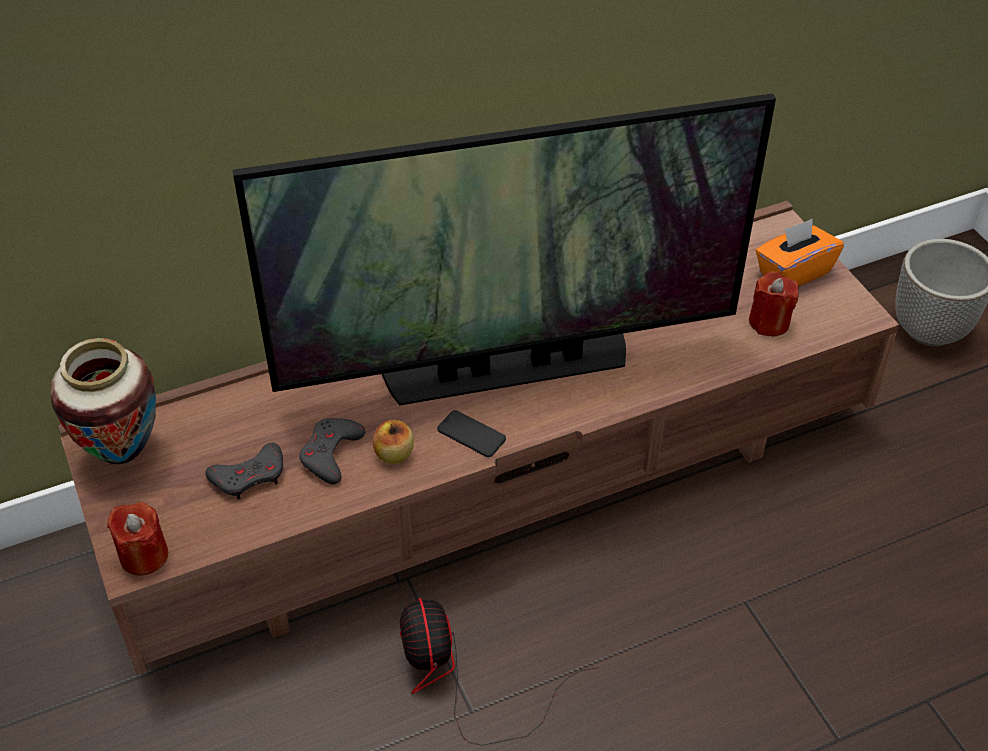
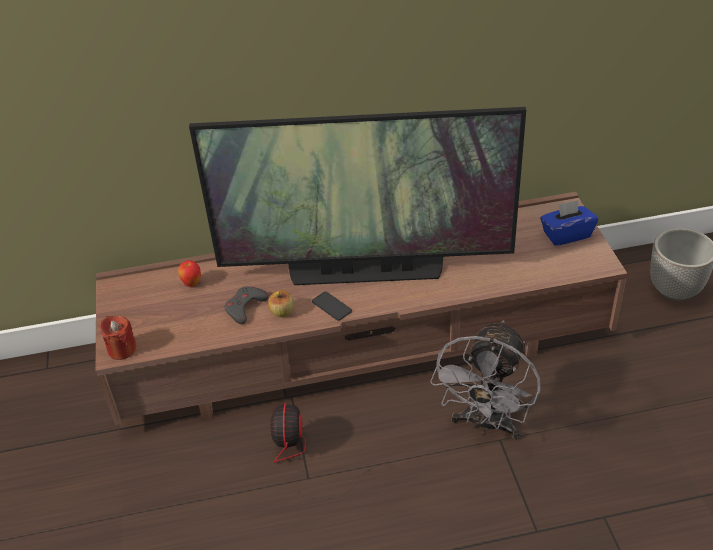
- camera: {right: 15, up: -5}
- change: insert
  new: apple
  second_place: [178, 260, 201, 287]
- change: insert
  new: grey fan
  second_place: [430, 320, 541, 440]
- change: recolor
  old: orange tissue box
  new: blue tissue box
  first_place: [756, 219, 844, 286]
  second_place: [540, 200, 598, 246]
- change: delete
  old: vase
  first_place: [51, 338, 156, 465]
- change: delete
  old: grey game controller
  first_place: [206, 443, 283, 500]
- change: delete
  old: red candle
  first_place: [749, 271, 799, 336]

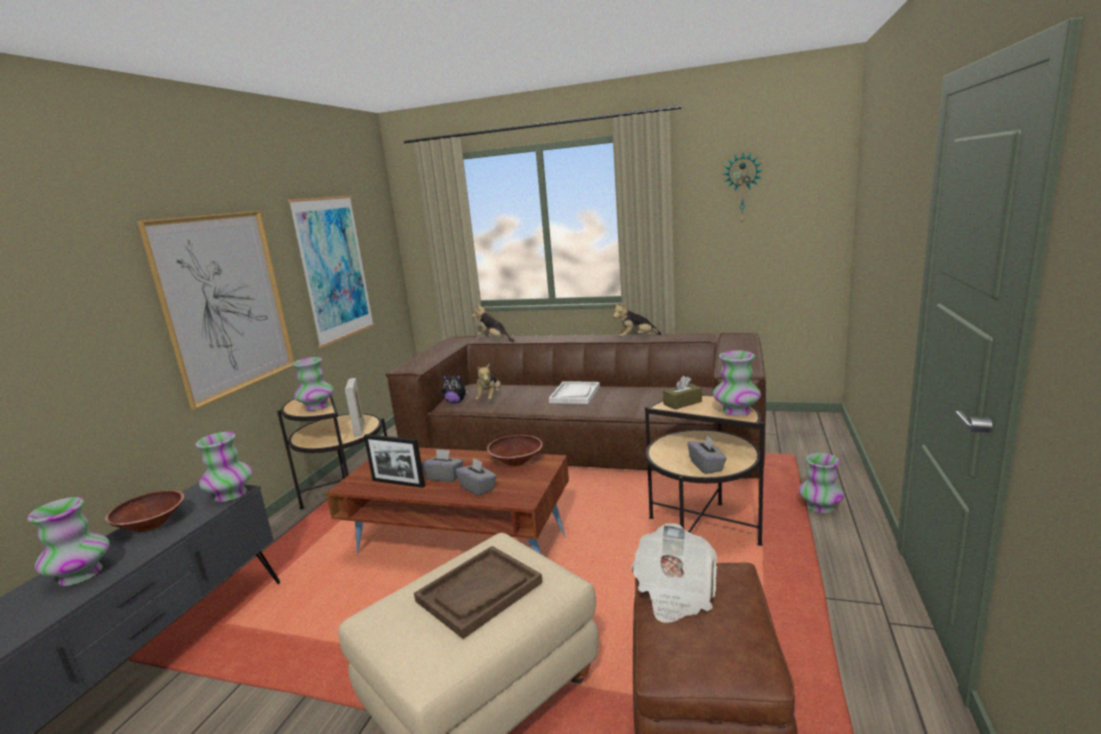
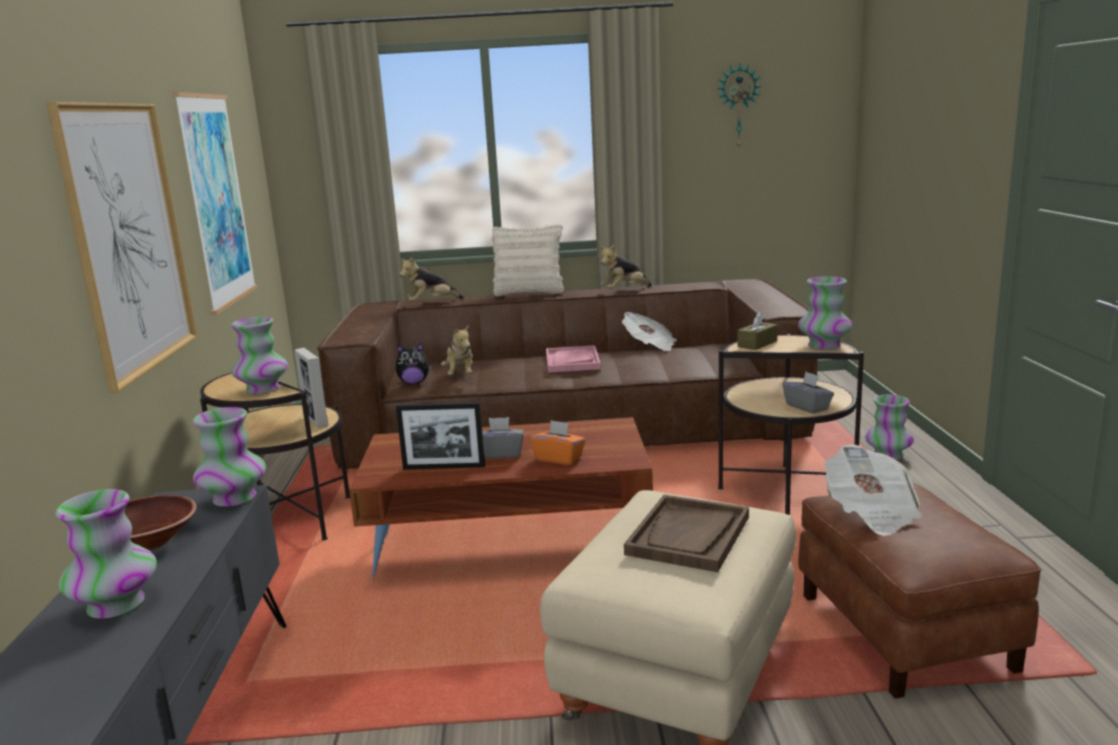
- camera: {right: -20, up: 0}
- change: rotate
  old: plush toy
  first_place: [472, 304, 515, 342]
  second_place: [400, 257, 464, 301]
  degrees: -45
- change: insert
  new: beige pillow
  second_place: [492, 225, 564, 296]
- change: recolor
  old: grey tissue box
  new: orange tissue box
  first_place: [455, 457, 497, 496]
  second_place: [530, 420, 586, 465]
- change: recolor
  old: white tray
  new: pink tray
  first_place: [549, 381, 600, 404]
  second_place: [546, 345, 601, 373]
- change: insert
  new: newspaper
  second_place: [622, 312, 677, 351]
- change: delete
  old: brown bowl
  first_place: [487, 435, 543, 466]

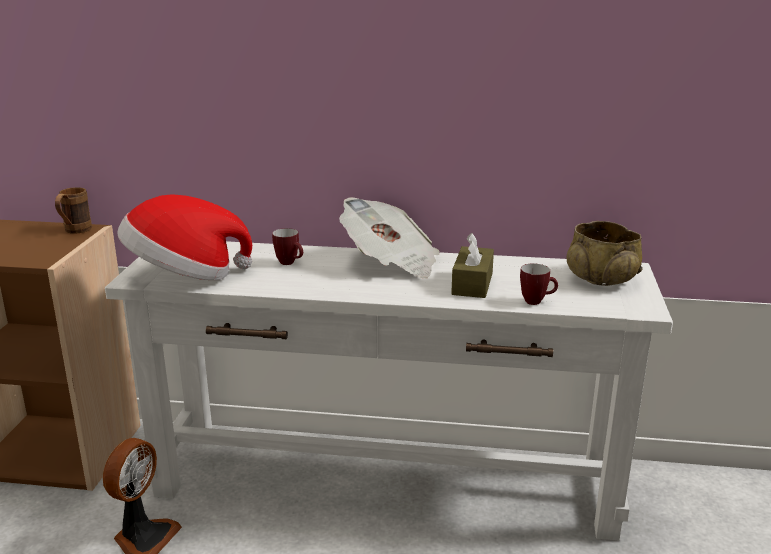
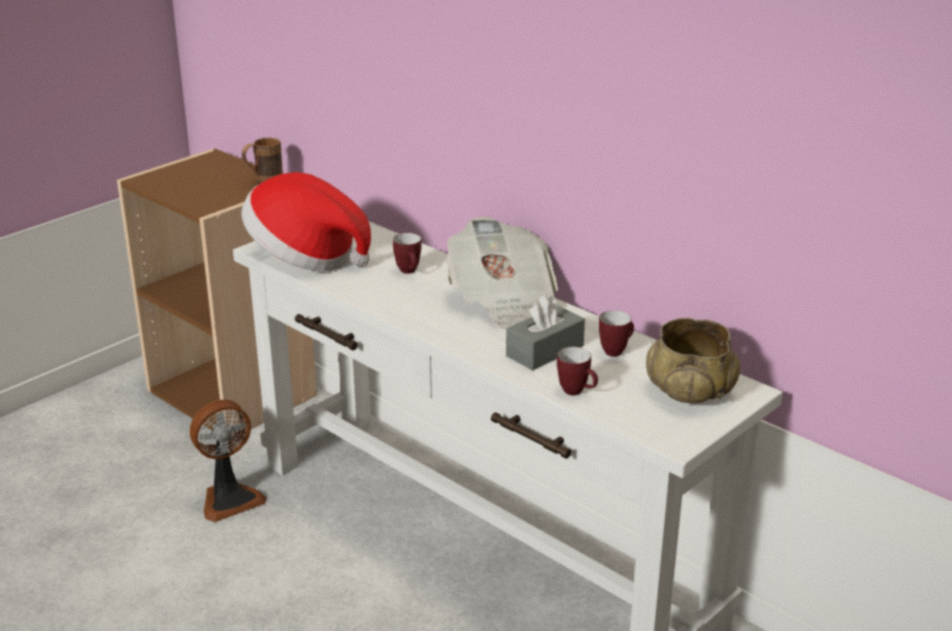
- camera: {right: 35, up: 5}
- change: recolor
  old: brown tissue box
  new: grey tissue box
  first_place: [451, 233, 494, 298]
  second_place: [506, 294, 585, 370]
- change: insert
  new: mug
  second_place: [599, 310, 634, 357]

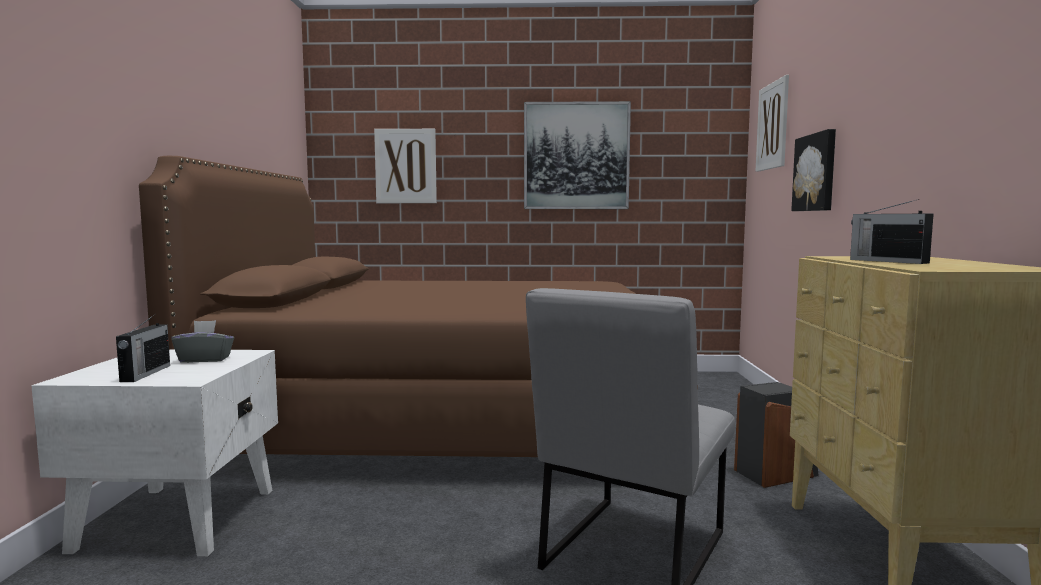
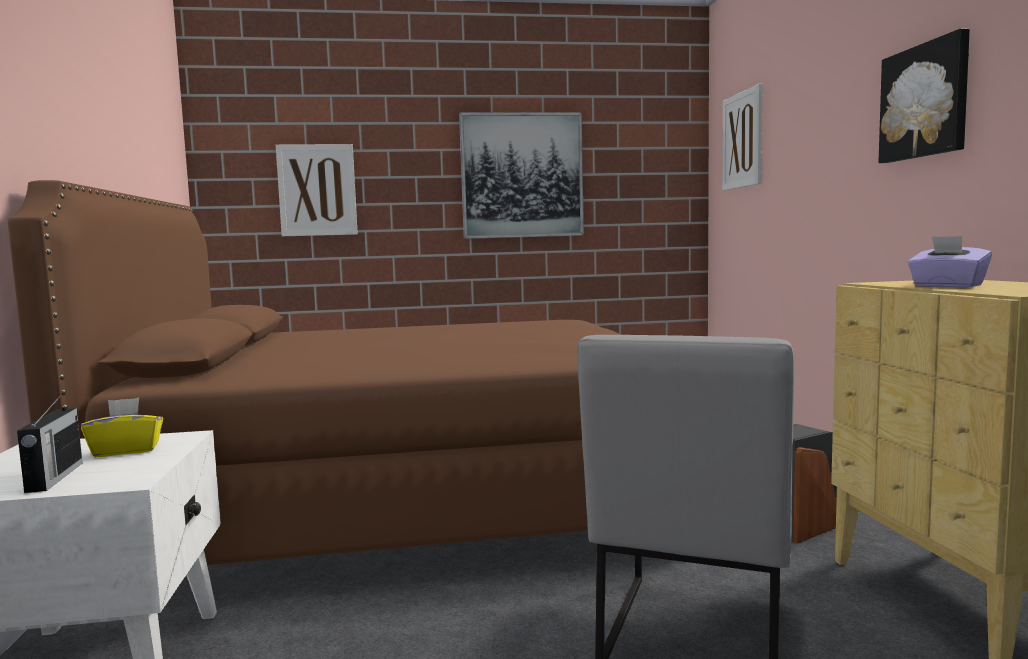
- camera: {right: -10, up: 0}
- change: recolor
  old: grey tissue box
  new: yellow tissue box
  first_place: [171, 320, 234, 363]
  second_place: [81, 398, 163, 457]
- change: move
  old: picture
  first_place: [791, 129, 836, 211]
  second_place: [879, 28, 970, 163]
- change: replace
  old: radio
  new: purple tissue box
  first_place: [850, 199, 934, 264]
  second_place: [908, 236, 992, 287]

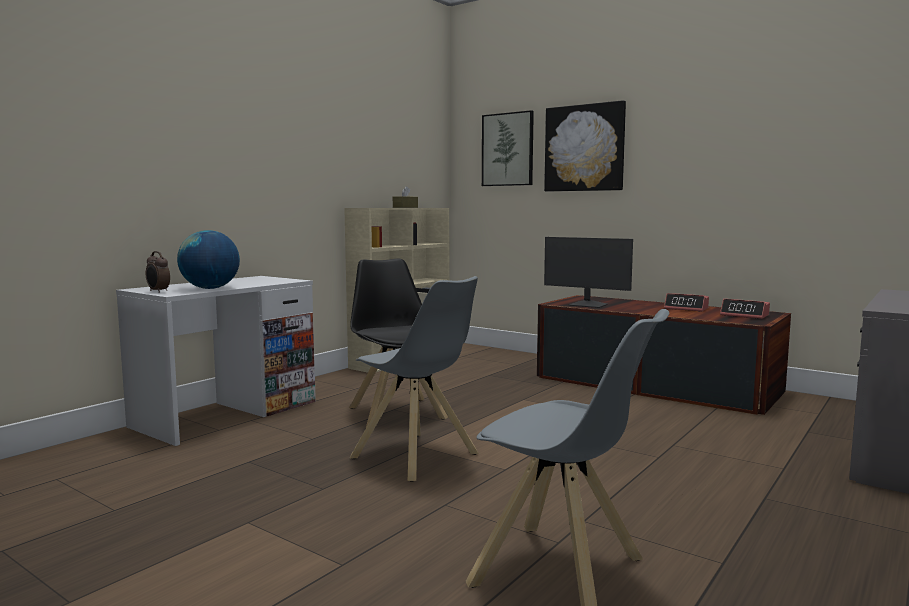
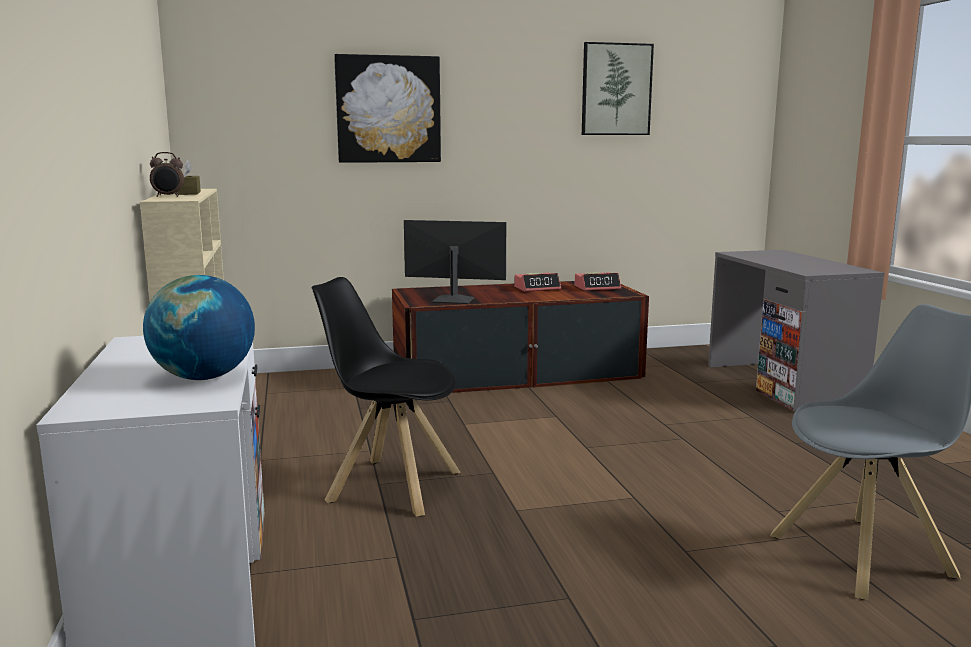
- camera: {right: -50, up: 5}
- change: move
  old: alarm clock
  first_place: [146, 251, 170, 293]
  second_place: [150, 152, 184, 197]
- change: rotate
  old: monitor
  first_place: [544, 237, 633, 308]
  second_place: [404, 220, 506, 304]
  degrees: -150
- change: move
  old: picture
  first_place: [482, 110, 534, 186]
  second_place: [582, 42, 654, 135]
- change: delete
  old: grey chair
  first_place: [350, 276, 479, 481]

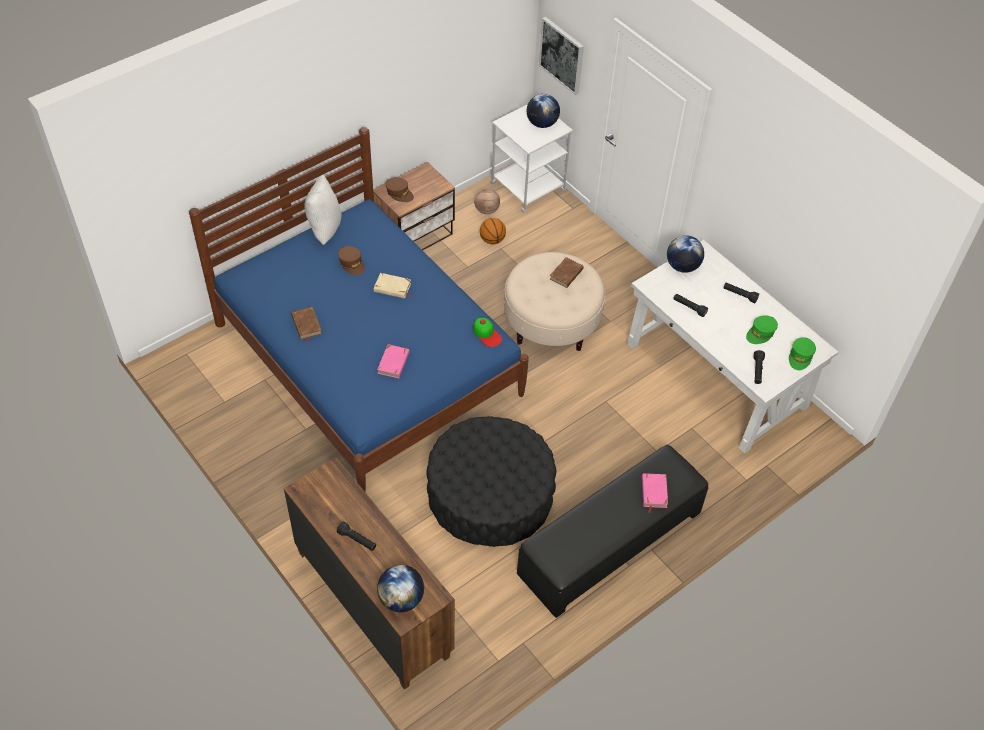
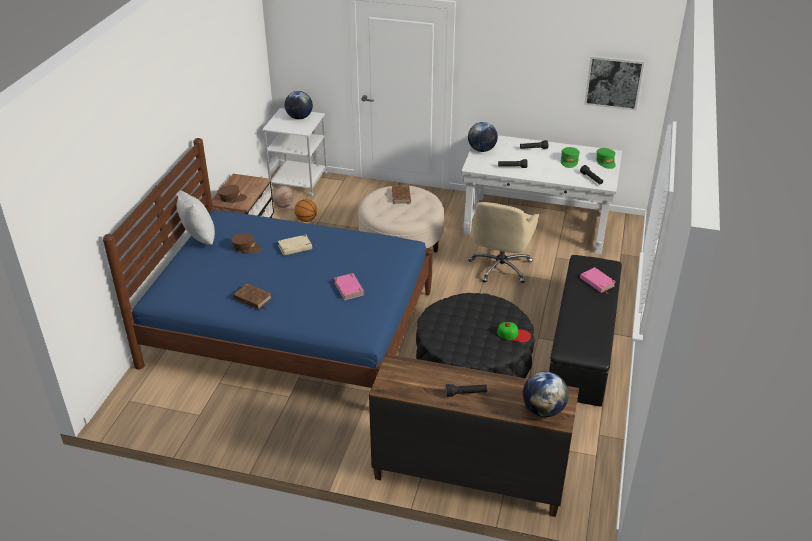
- camera: {right: -35, up: -15}
- change: insert
  new: beige office chair
  second_place: [468, 202, 539, 283]
- change: move
  old: cap
  first_place: [473, 318, 502, 347]
  second_place: [497, 322, 531, 342]
- change: move
  old: picture
  first_place: [539, 17, 584, 95]
  second_place: [584, 55, 645, 111]

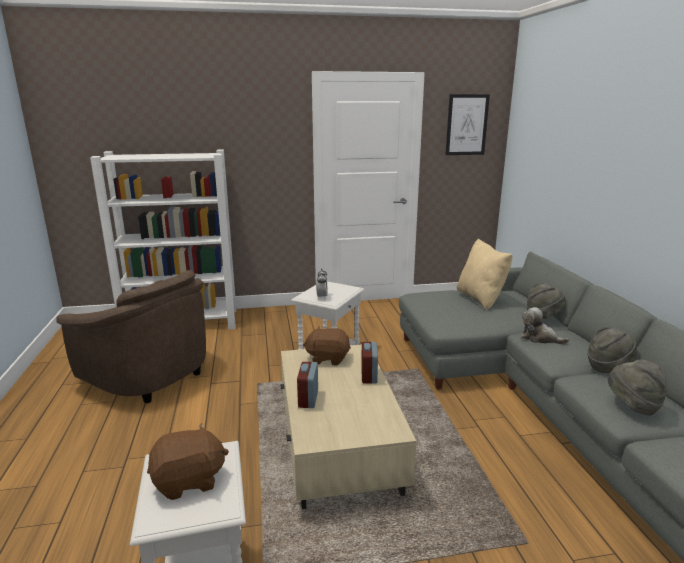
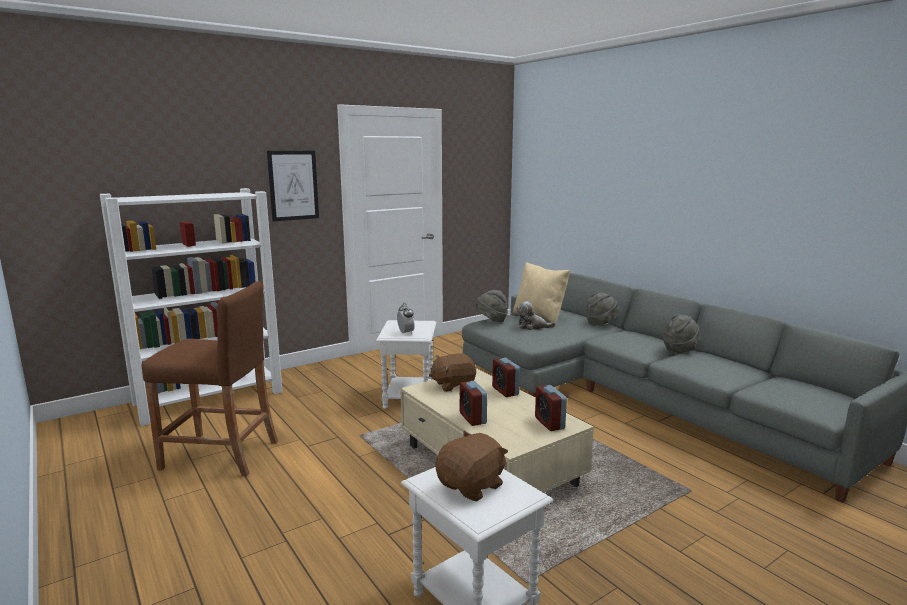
- camera: {right: -25, up: -5}
- change: replace
  old: brown armchair
  new: brown stool
  first_place: [56, 270, 206, 403]
  second_place: [141, 281, 278, 476]
- change: move
  old: picture
  first_place: [446, 94, 490, 155]
  second_place: [267, 151, 319, 221]
- change: move
  old: grey hat
  first_place: [608, 359, 666, 416]
  second_place: [476, 290, 508, 322]
- change: move
  old: plush toy
  first_place: [521, 307, 569, 344]
  second_place: [516, 301, 556, 330]
- change: insert
  new: alarm clock
  second_place: [535, 385, 567, 431]

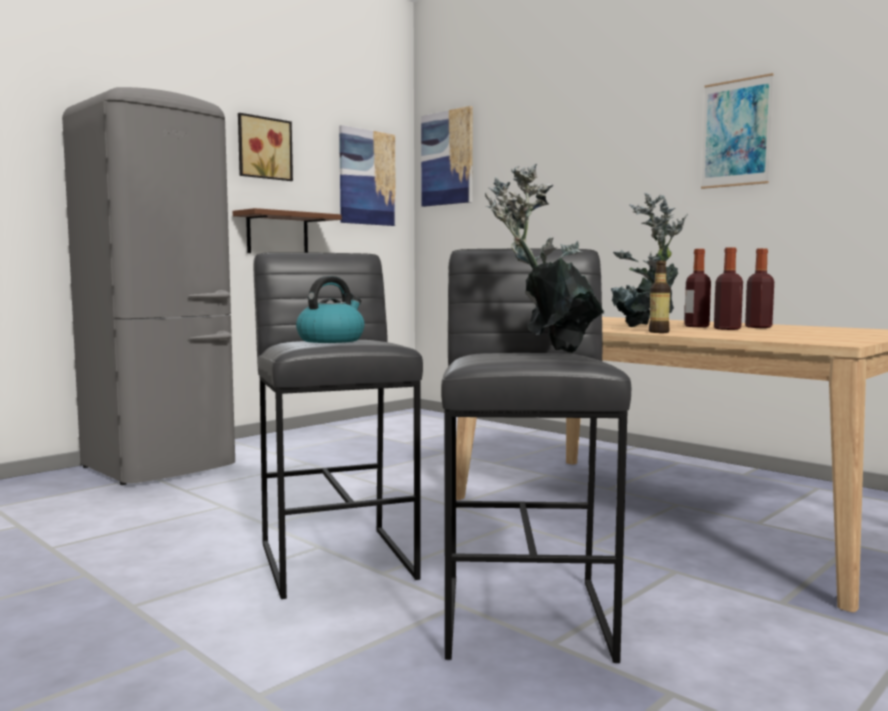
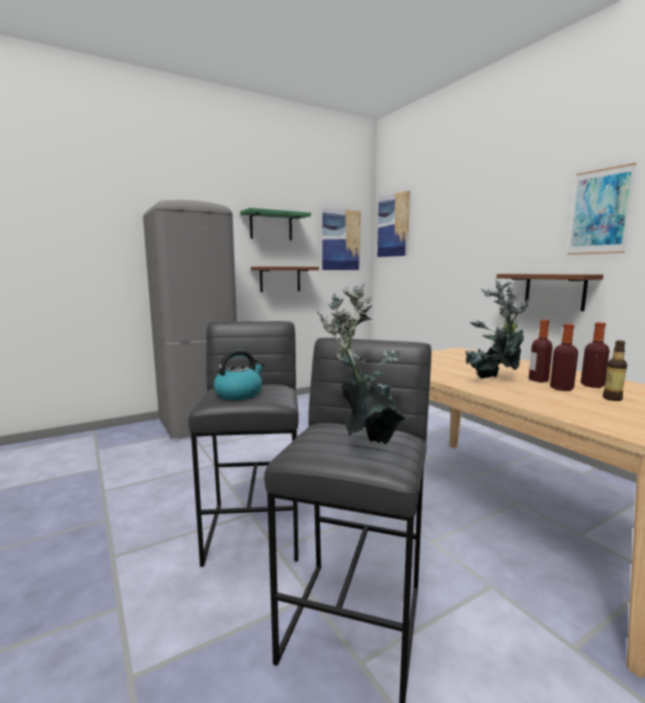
- camera: {right: 15, up: 5}
- change: replace
  old: picture
  new: green shelf
  first_place: [238, 113, 293, 181]
  second_place: [240, 208, 311, 240]
- change: insert
  new: brown shelf
  second_place: [496, 274, 603, 311]
- change: move
  old: bottle
  first_place: [649, 260, 670, 333]
  second_place: [603, 340, 627, 401]

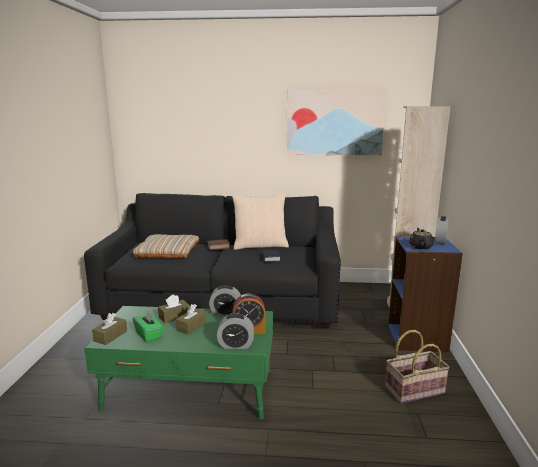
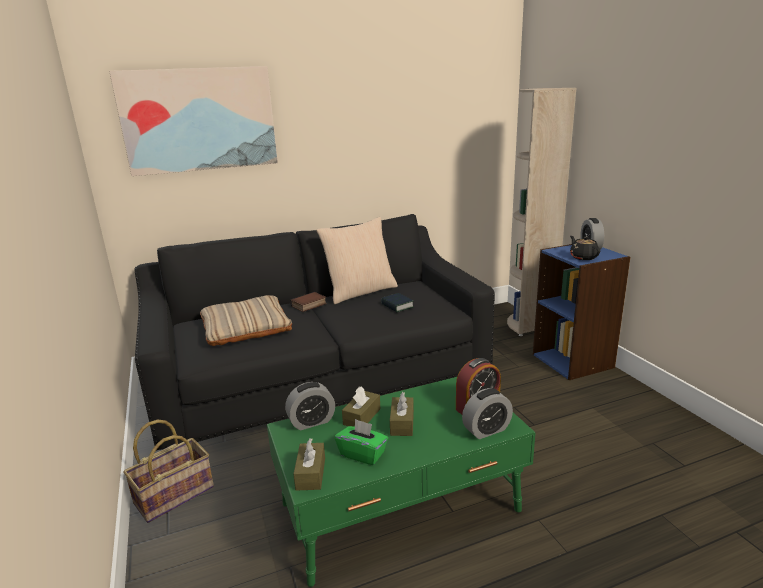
- camera: {right: -25, up: 5}
- change: move
  old: picture
  first_place: [286, 89, 387, 156]
  second_place: [109, 66, 278, 176]
- change: move
  old: basket
  first_place: [385, 330, 450, 404]
  second_place: [123, 420, 214, 523]
- change: move
  old: alarm clock
  first_place: [209, 285, 241, 315]
  second_place: [285, 382, 335, 430]

